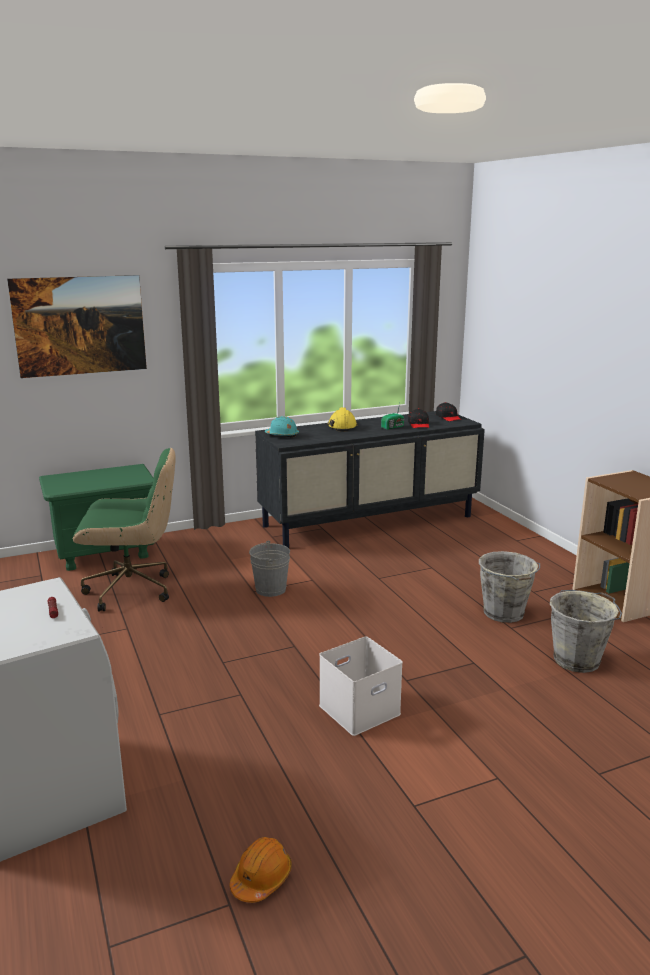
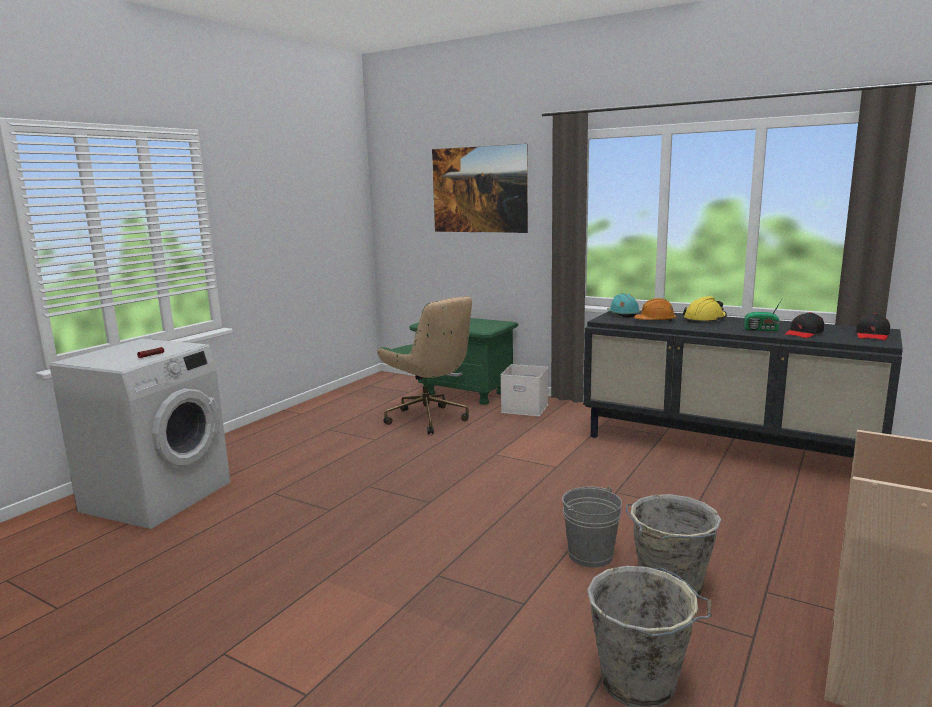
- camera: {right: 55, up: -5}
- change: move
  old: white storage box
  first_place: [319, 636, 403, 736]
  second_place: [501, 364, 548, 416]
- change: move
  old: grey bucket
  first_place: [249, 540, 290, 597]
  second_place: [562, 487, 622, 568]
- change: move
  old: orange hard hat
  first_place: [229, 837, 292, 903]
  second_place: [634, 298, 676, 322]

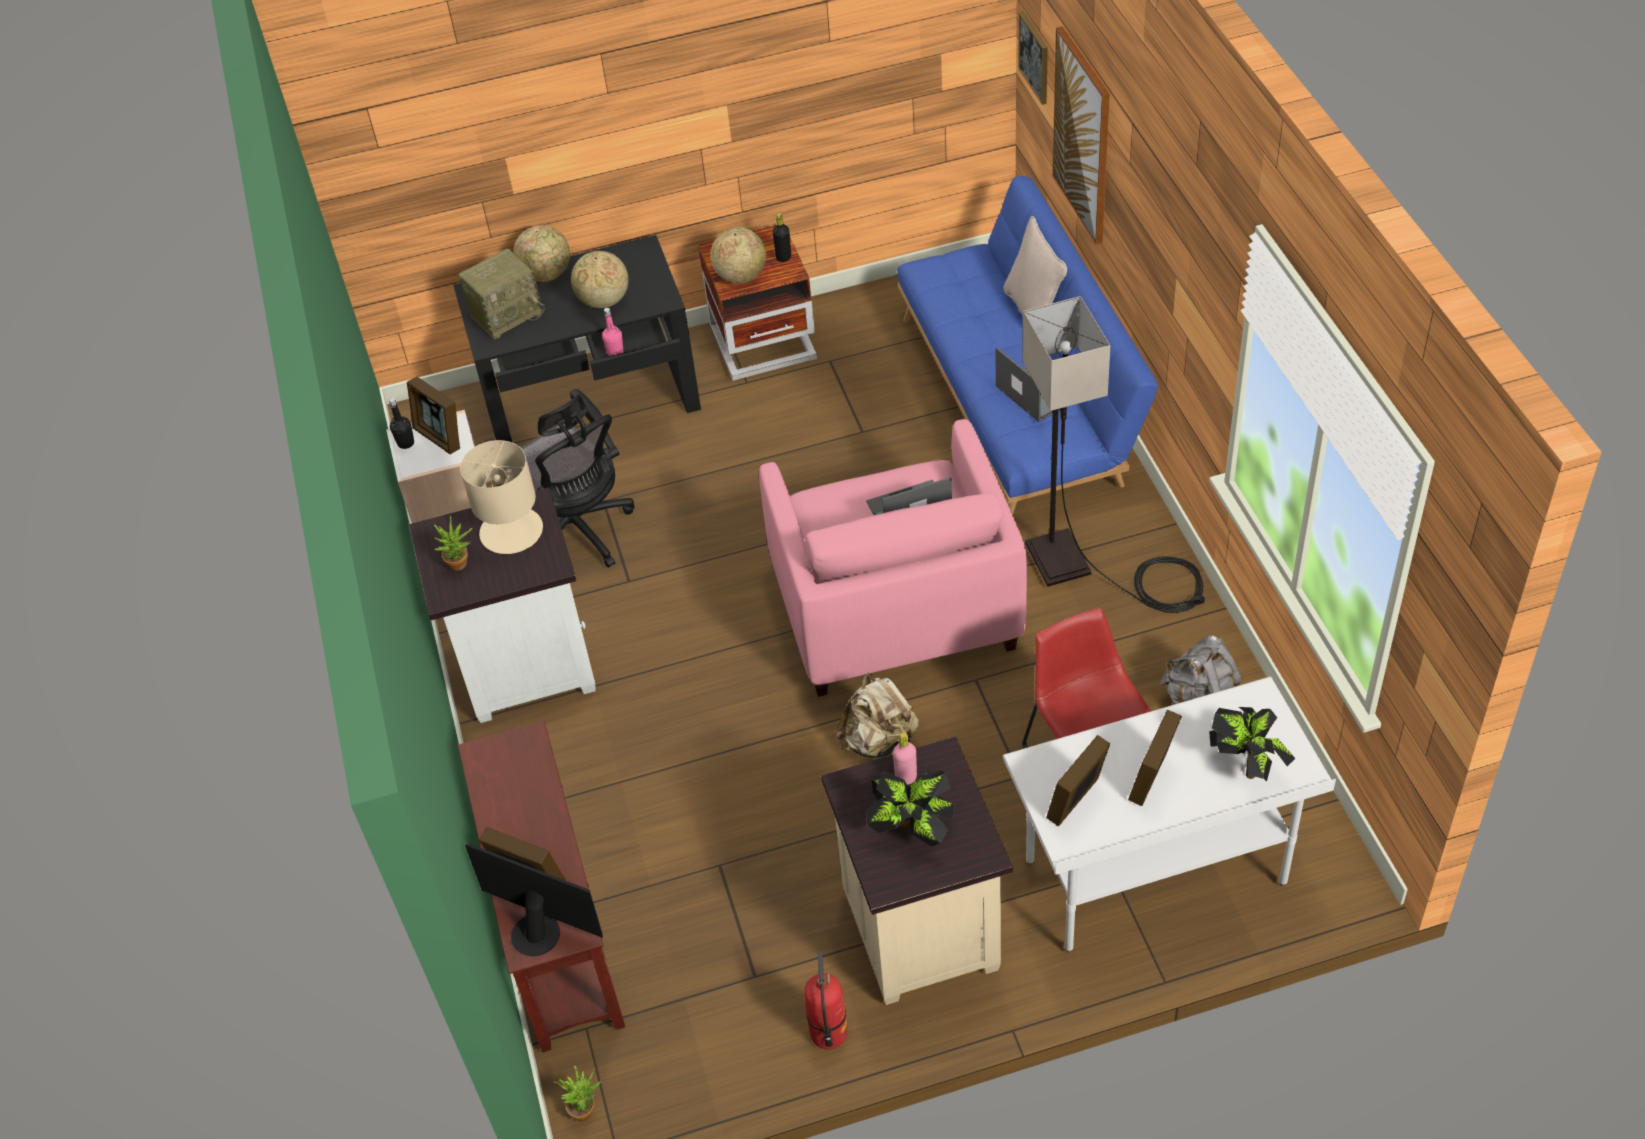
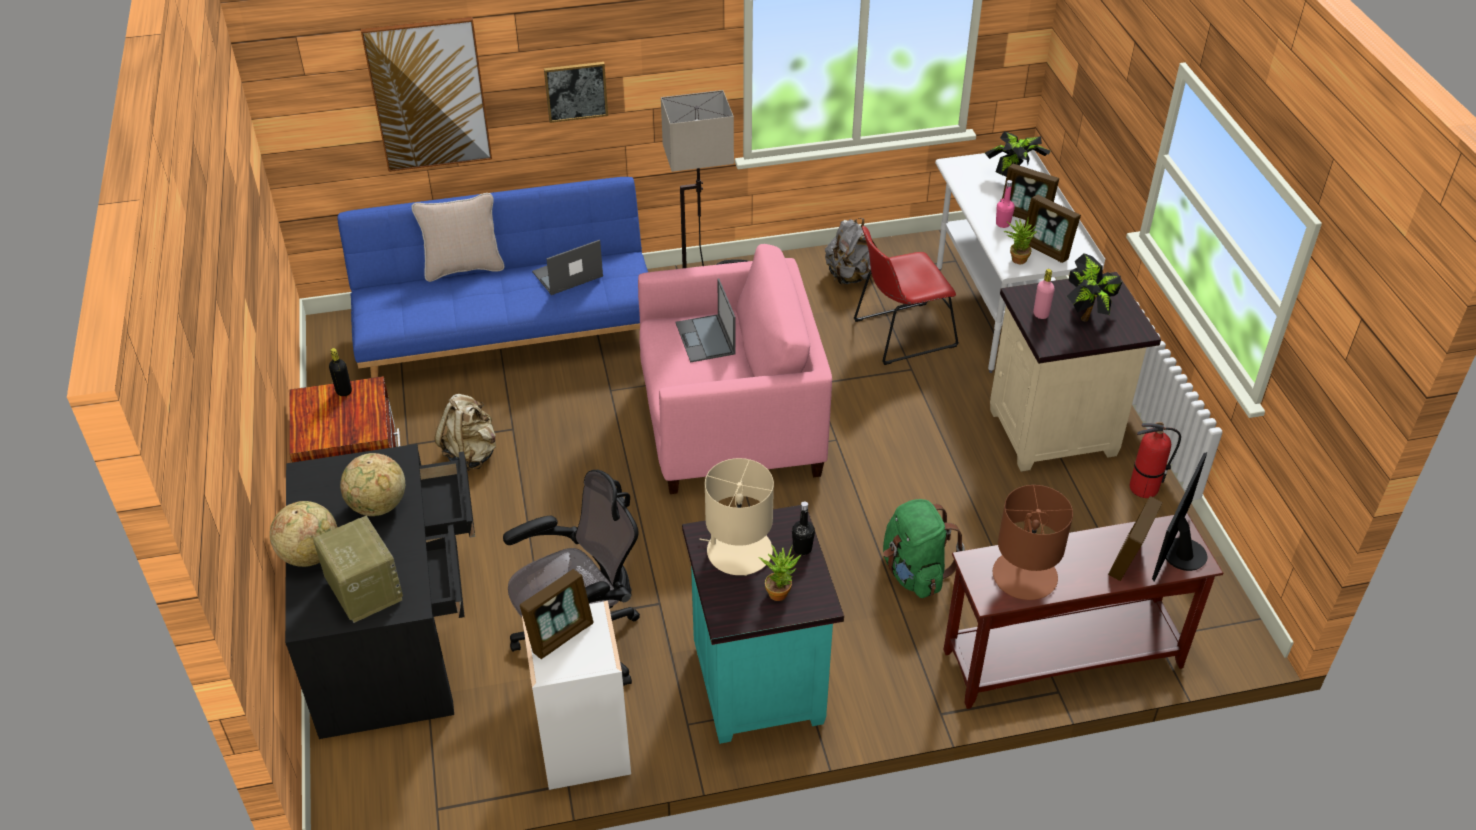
- camera: {right: -90, up: -5}
- change: move
  old: beige backpack
  first_place: [835, 672, 919, 758]
  second_place: [435, 394, 496, 471]
- change: move
  old: picture
  first_place: [1018, 11, 1048, 105]
  second_place: [544, 62, 608, 123]
- change: recolor
  old: white cabinet
  new: turquoise cabinet
  first_place: [409, 488, 595, 723]
  second_place: [682, 505, 844, 744]
- change: move
  old: black bottle
  first_place: [389, 398, 414, 449]
  second_place: [792, 501, 815, 555]
- change: insert
  new: green backpack
  second_place: [883, 499, 965, 598]
- change: insert
  new: brown table lamp
  second_place: [993, 485, 1073, 600]
- change: move
  old: pink bottle
  first_place: [602, 308, 623, 356]
  second_place: [996, 180, 1015, 228]
- change: move
  old: potted plant
  first_place: [553, 1065, 601, 1121]
  second_place: [1004, 217, 1037, 264]
- change: delete
  old: globe
  first_place: [711, 227, 766, 284]

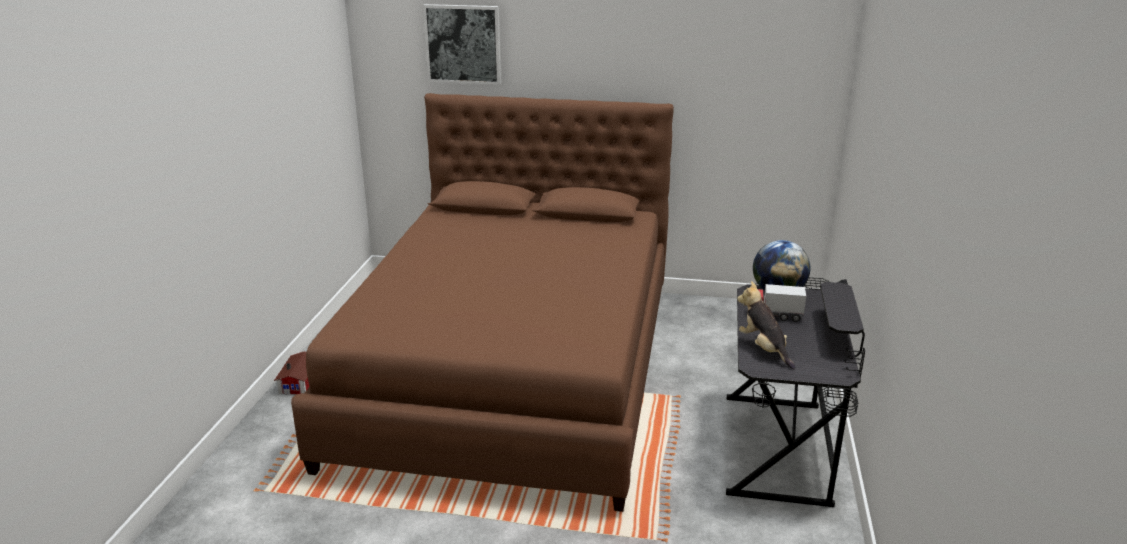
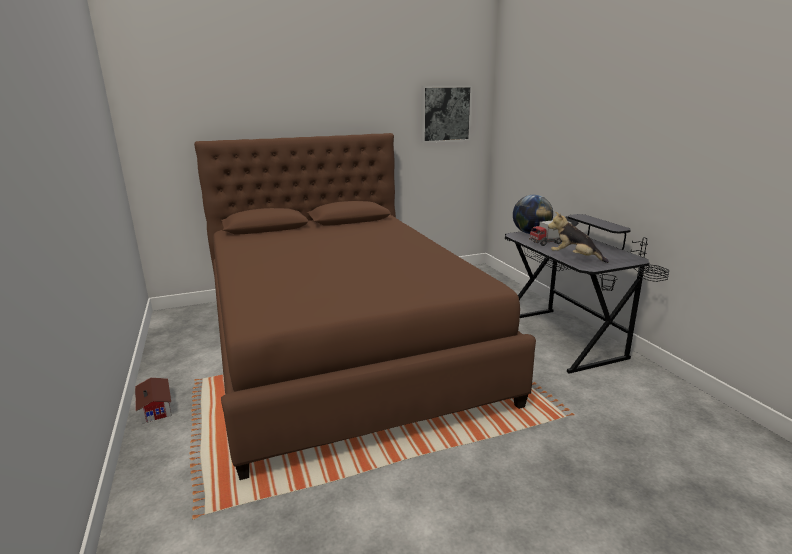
- camera: {right: -30, up: -5}
- change: move
  old: picture
  first_place: [423, 4, 501, 85]
  second_place: [421, 85, 472, 143]

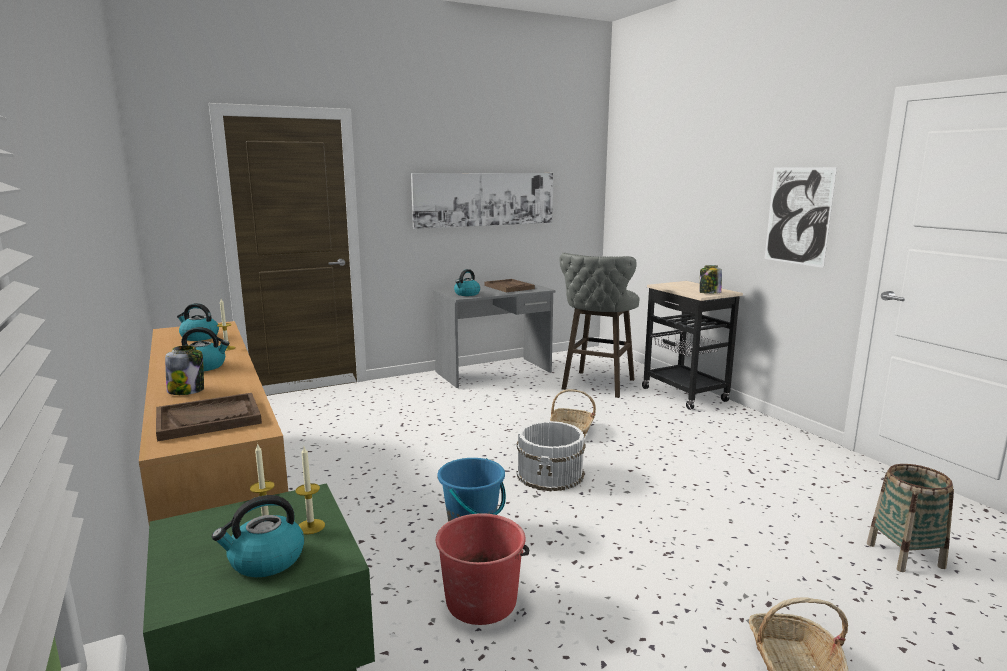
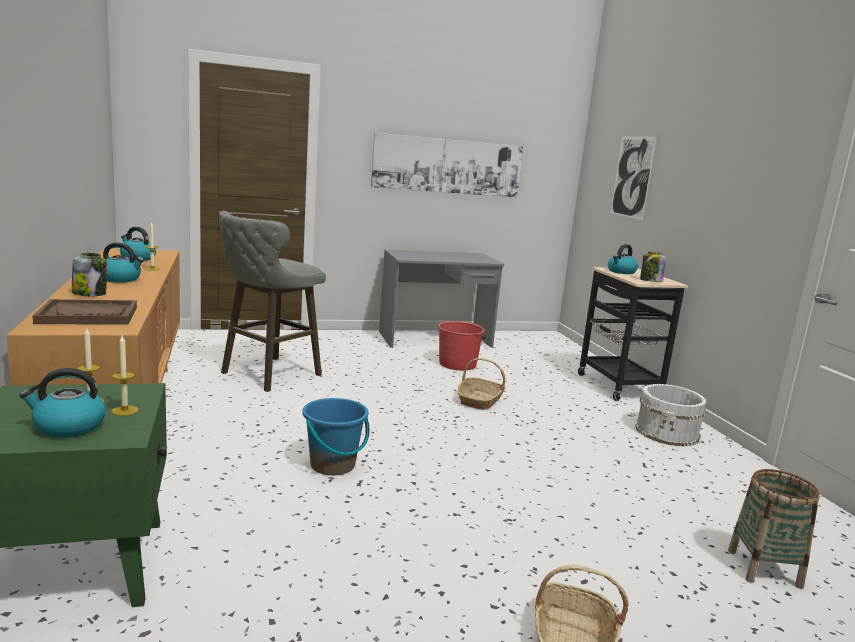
- camera: {right: 10, up: 0}
- change: move
  old: grey stool
  first_place: [559, 253, 640, 398]
  second_place: [219, 211, 326, 392]
- change: move
  old: red bucket
  first_place: [436, 513, 529, 625]
  second_place: [438, 321, 486, 371]
- change: move
  old: kettle
  first_place: [454, 269, 480, 296]
  second_place: [608, 244, 638, 274]
- change: move
  old: picture
  first_place: [765, 167, 837, 268]
  second_place: [610, 136, 657, 220]
- change: move
  old: white bucket
  first_place: [516, 421, 585, 491]
  second_place: [635, 384, 706, 447]
- change: delete
  old: brown tray
  first_place: [484, 279, 535, 292]

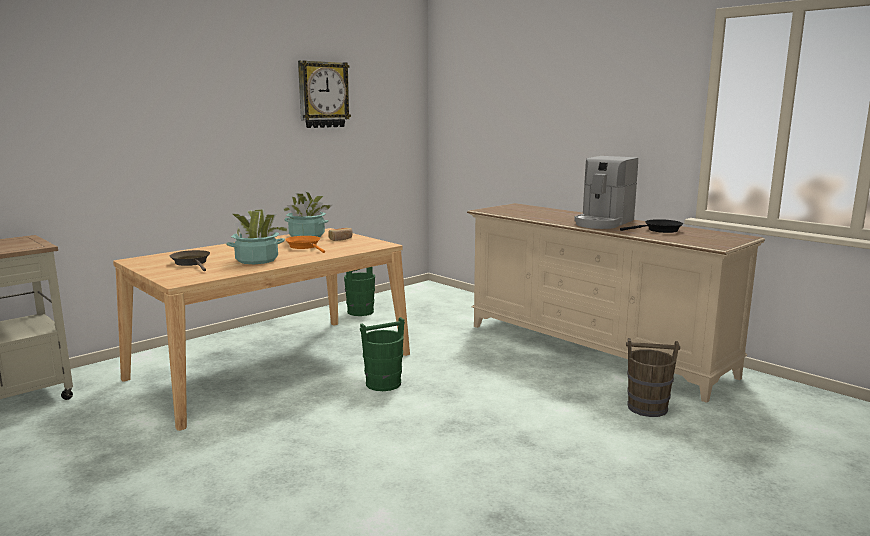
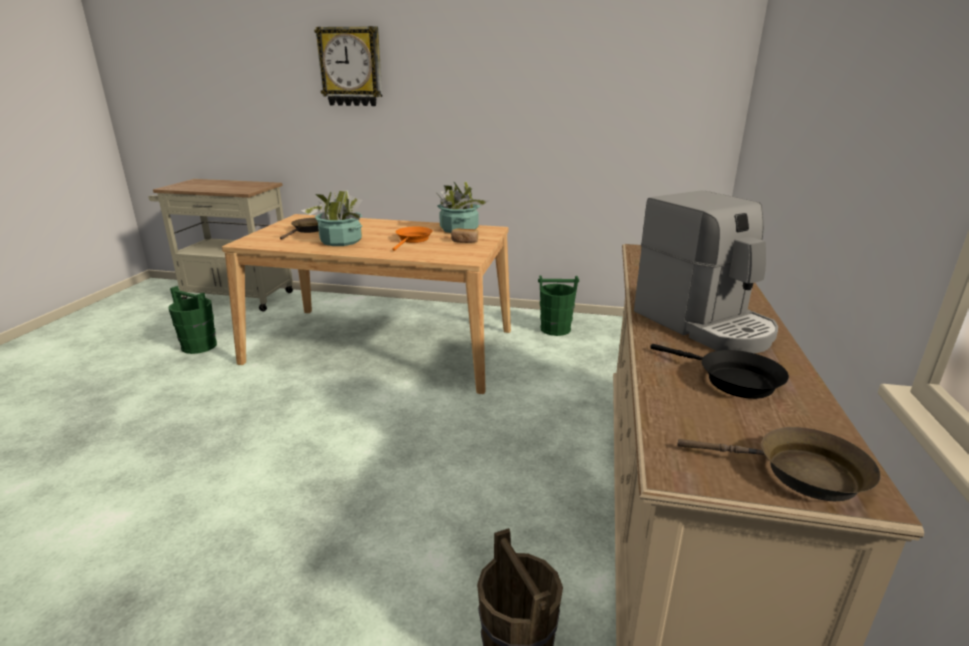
- camera: {right: 55, up: 10}
- change: move
  old: green bucket
  first_place: [360, 317, 405, 391]
  second_place: [169, 286, 217, 354]
- change: move
  old: wall clock
  first_place: [298, 60, 351, 128]
  second_place: [314, 26, 382, 106]
- change: rotate
  old: coffee machine
  first_place: [574, 156, 638, 229]
  second_place: [634, 190, 778, 353]
  degrees: -120
- change: insert
  new: brown frying pan
  second_place: [678, 427, 881, 501]

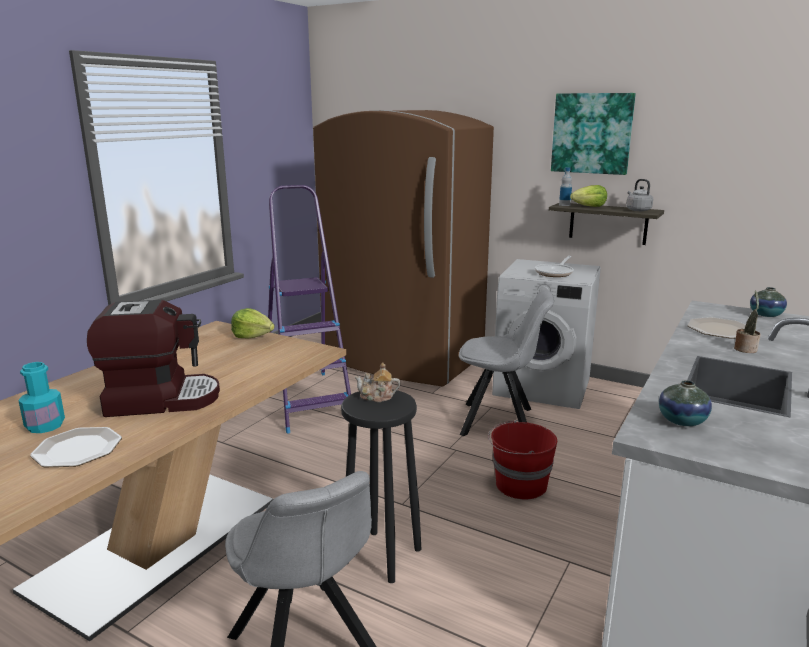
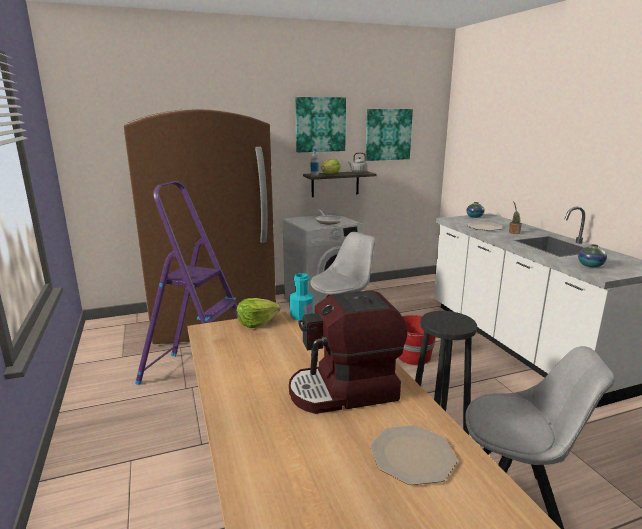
- camera: {right: -50, up: 0}
- change: move
  old: turquoise bottle
  first_place: [18, 362, 65, 433]
  second_place: [289, 273, 314, 320]
- change: rotate
  old: coffee machine
  first_place: [87, 300, 220, 417]
  second_place: [289, 290, 407, 414]
  degrees: -135
- change: insert
  new: picture
  second_place: [366, 109, 413, 161]
- change: delete
  old: teapot
  first_place: [355, 362, 401, 402]

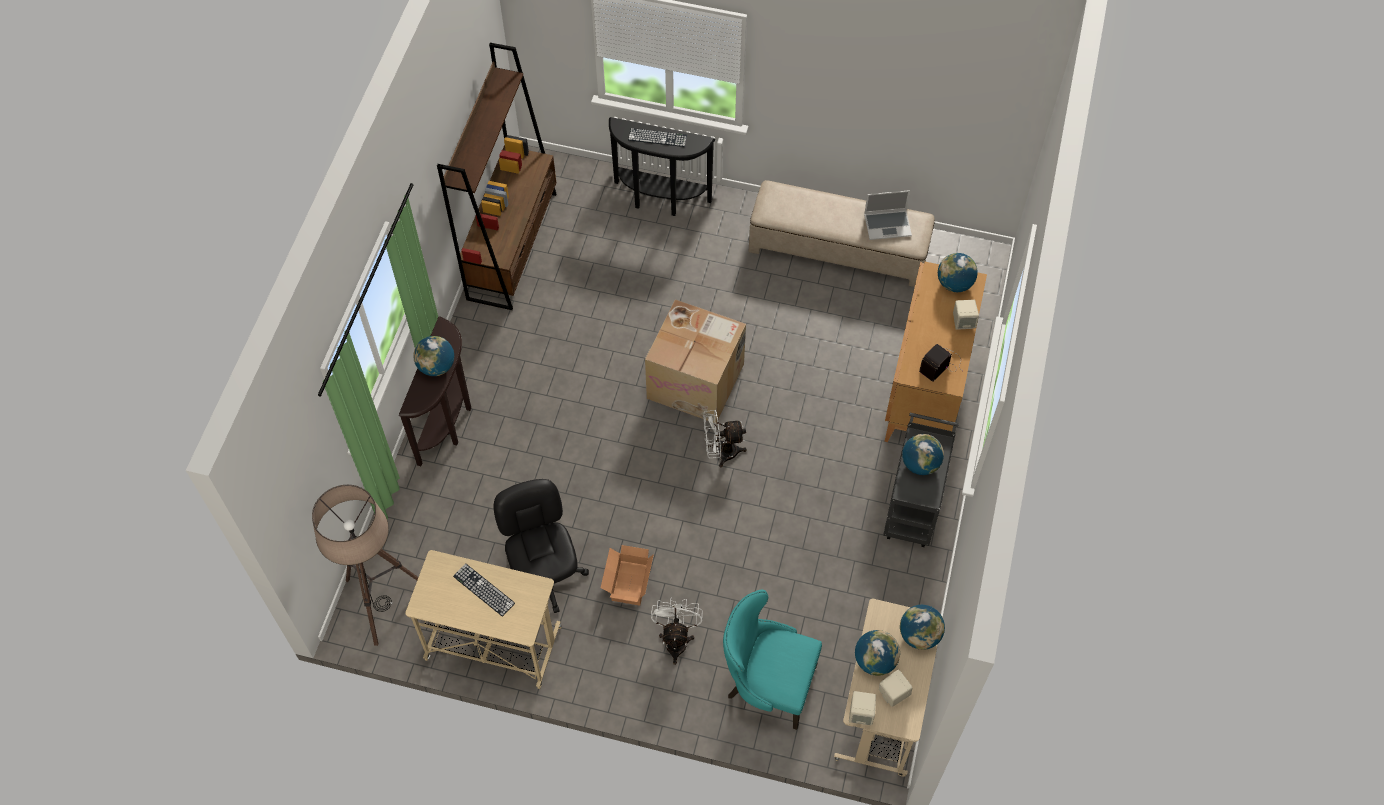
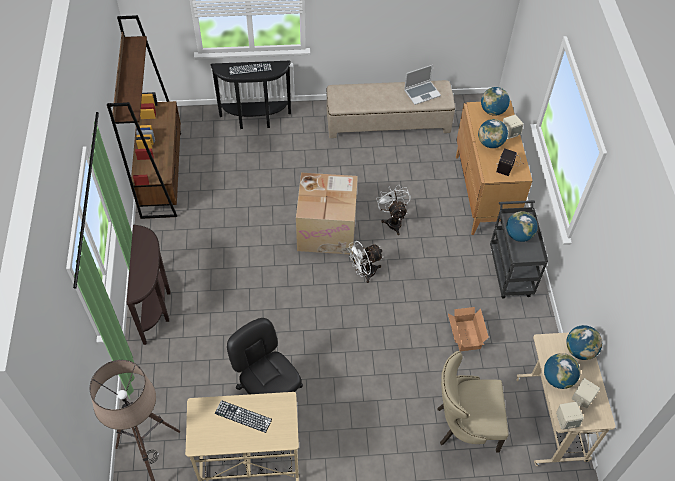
- camera: {right: -20, up: -5}
- change: move
  old: white fan
  first_place: [651, 598, 703, 665]
  second_place: [376, 185, 411, 235]
- change: recolor
  old: turquoise chair
  new: beige chair
  first_place: [723, 590, 822, 730]
  second_place: [437, 351, 508, 453]
- change: move
  old: cardboard box
  first_place: [601, 545, 654, 606]
  second_place: [448, 307, 489, 351]
- change: move
  old: globe
  first_place: [413, 336, 454, 376]
  second_place: [478, 119, 508, 148]

